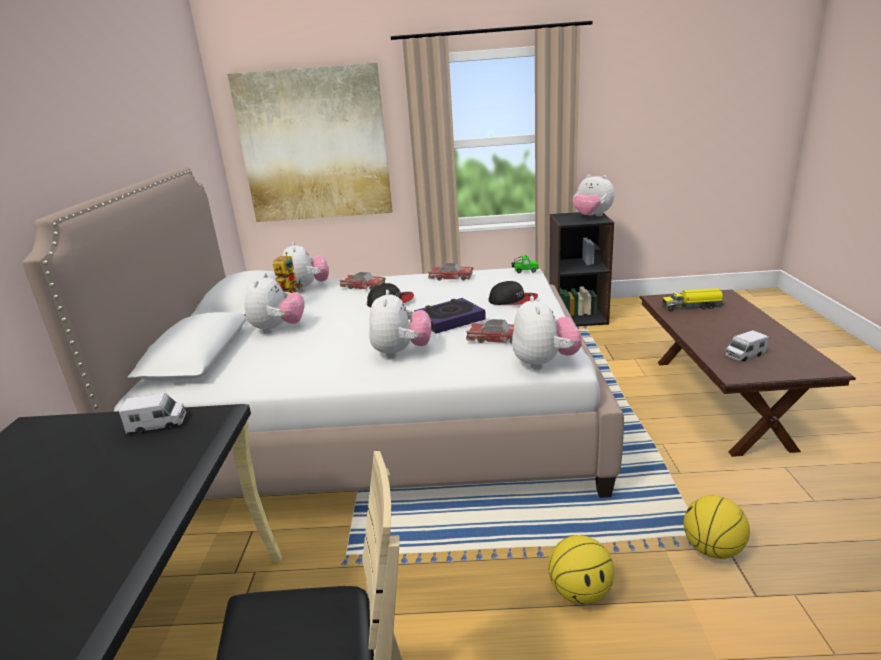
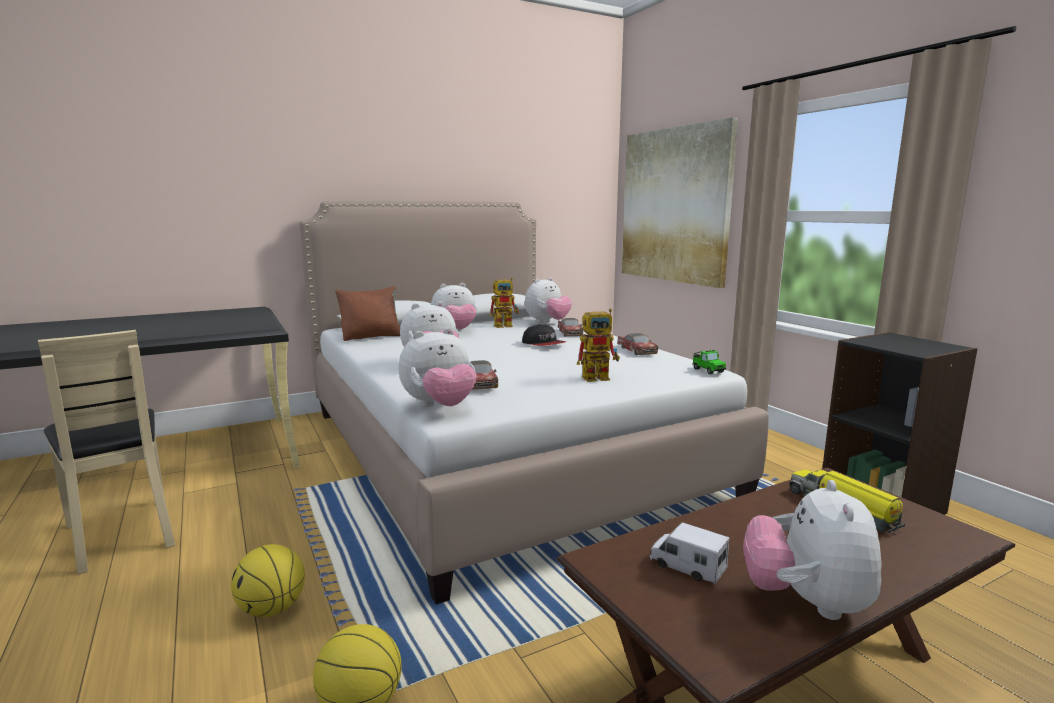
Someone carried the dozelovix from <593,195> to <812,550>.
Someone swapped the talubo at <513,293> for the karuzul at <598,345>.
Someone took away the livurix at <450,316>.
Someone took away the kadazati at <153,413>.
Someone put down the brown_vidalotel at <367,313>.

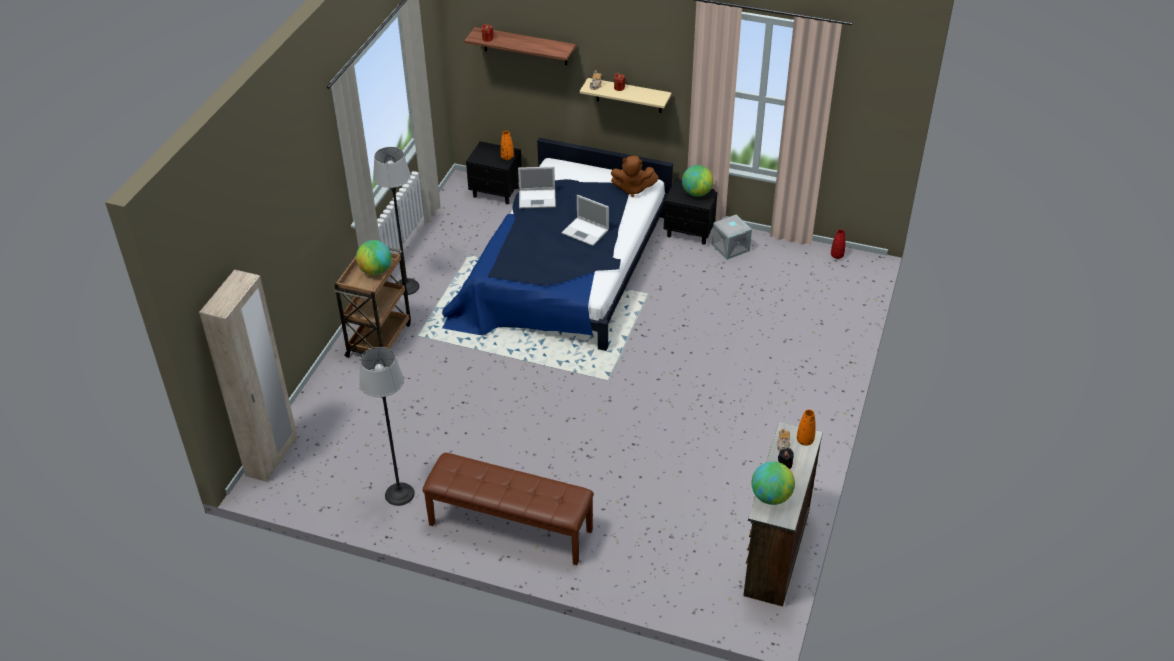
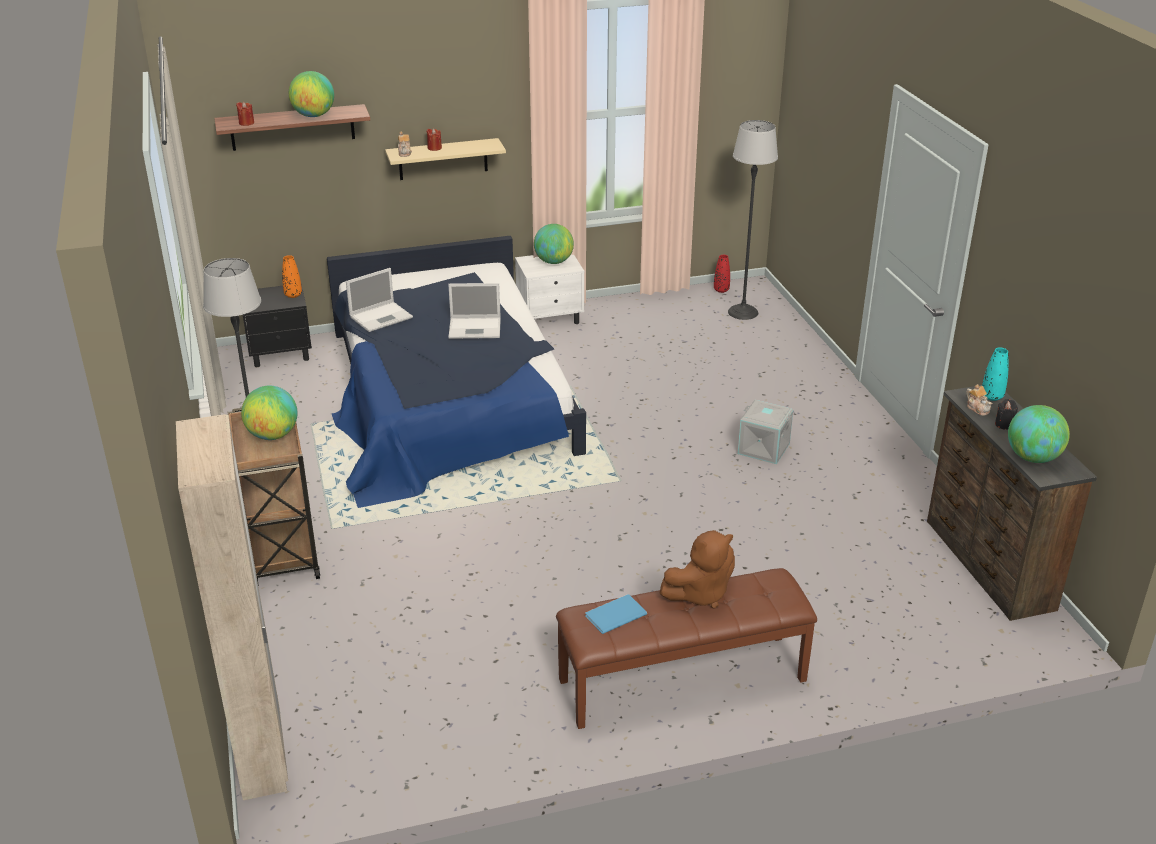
Someone carried the brown_dozelovix from <635,176> to <697,569>.
Someone repainted the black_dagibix at <690,212>, which became the white_dagibix at <549,289>.
Someone carried the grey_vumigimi from <732,237> to <765,432>.
Someone carried the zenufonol from <387,426> to <753,220>.
Someone repainted the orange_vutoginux at <806,428>, which became the turquoise_vutoginux at <995,374>.
Someone put down the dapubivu at <311,94>.
Someone put down the blue_livurix at <616,614>.

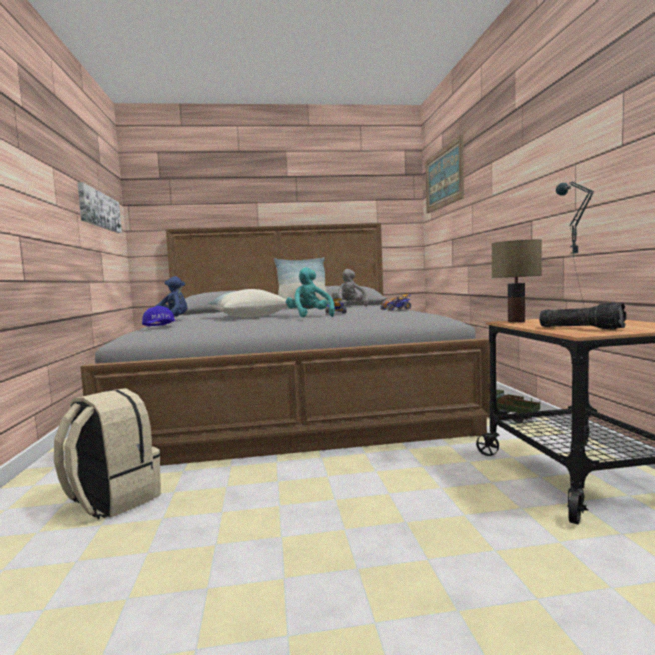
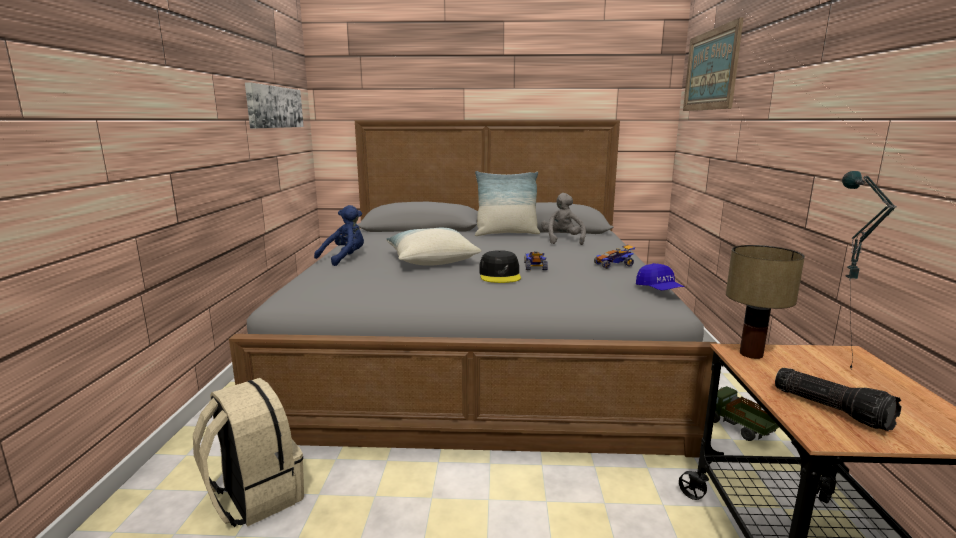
Someone swapped the turquoise_dozelovix at <310,292> for the black_talubo at <500,266>.
Someone carried the blue_talubo from <158,316> to <660,276>.

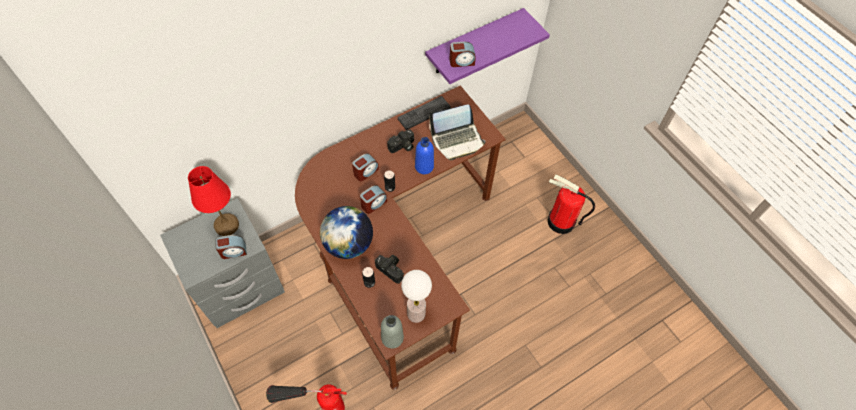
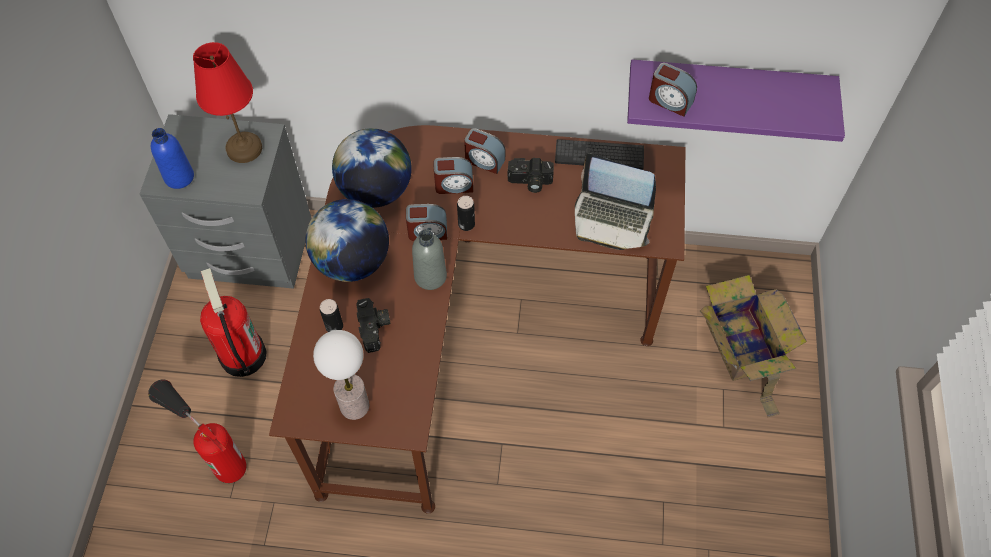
Someone carried the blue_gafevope from <424,155> to <172,158>.
Someone carried the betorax from <571,204> to <233,322>.
Someone carried the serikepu from <231,247> to <484,151>.
Someone carried the grey_gafevope from <392,332> to <429,259>.
Someone put down the dapubivu at <372,168>.
Someone put down the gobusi at <753,346>.

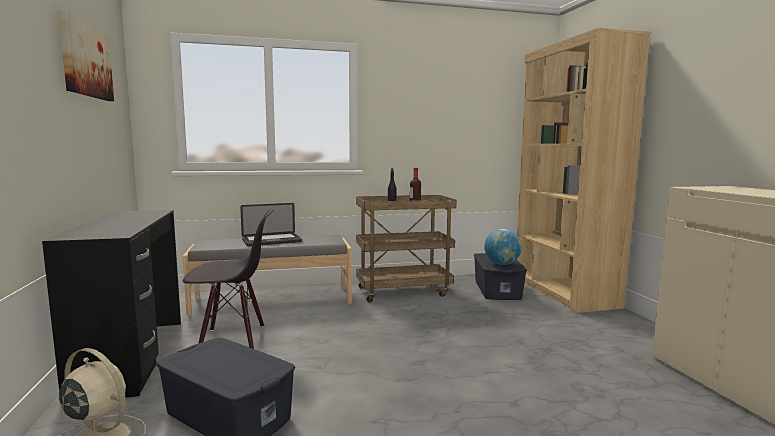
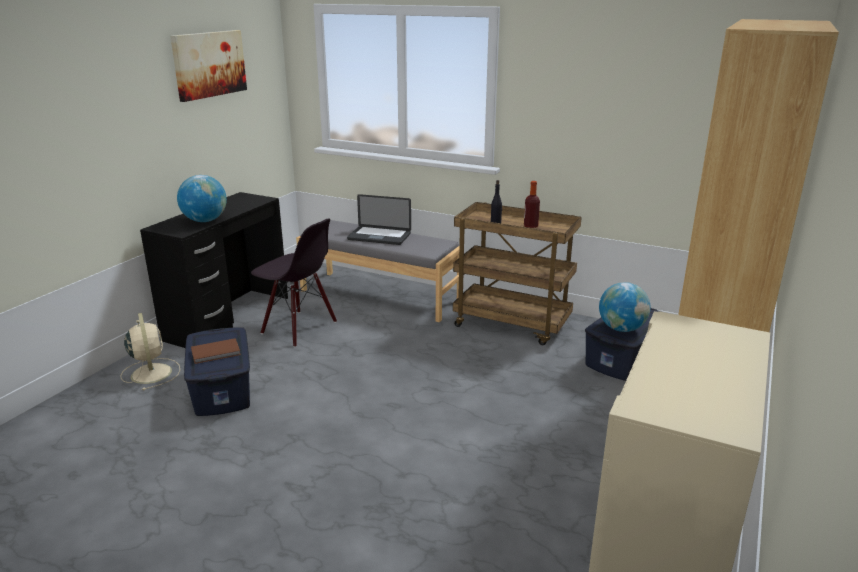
Someone put down the dapubivu at <202,198>.
Someone put down the brown_livurix at <216,351>.

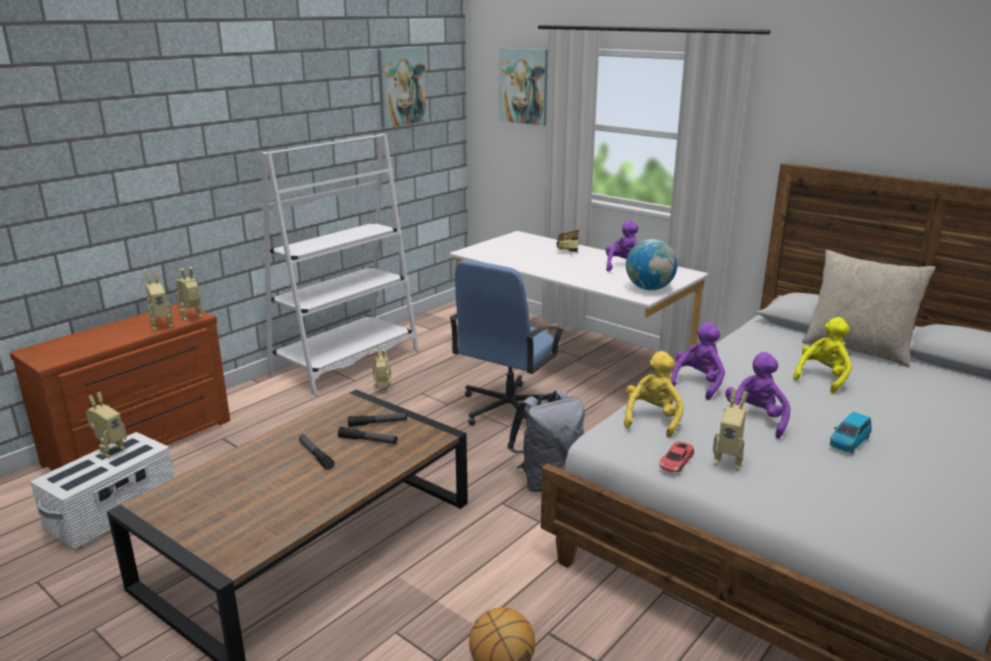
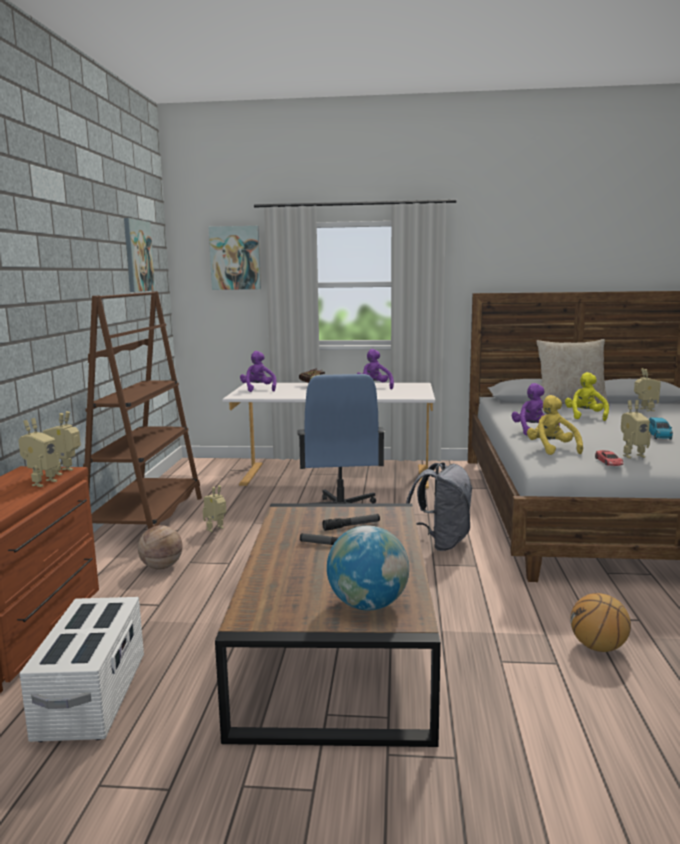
Someone repainted the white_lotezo at <340,264>, which became the brown_lotezo at <142,410>.
Someone carried the dapubivu from <652,264> to <368,568>.
Someone carried the purple_dozelovix from <757,395> to <258,371>.
Someone carried the karuzul from <106,425> to <647,389>.
Someone took away the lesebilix at <377,420>.
Someone put down the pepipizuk at <160,547>.

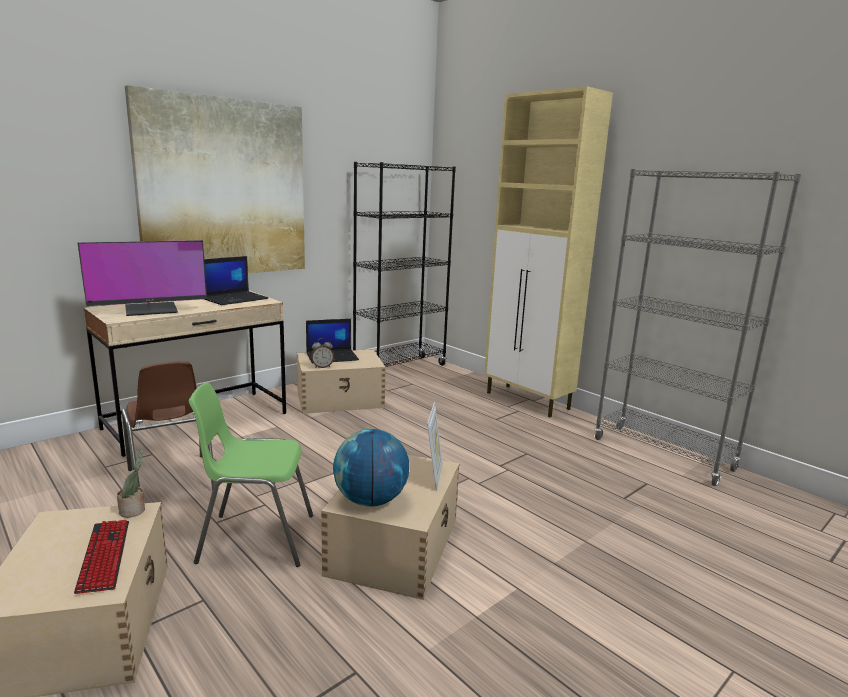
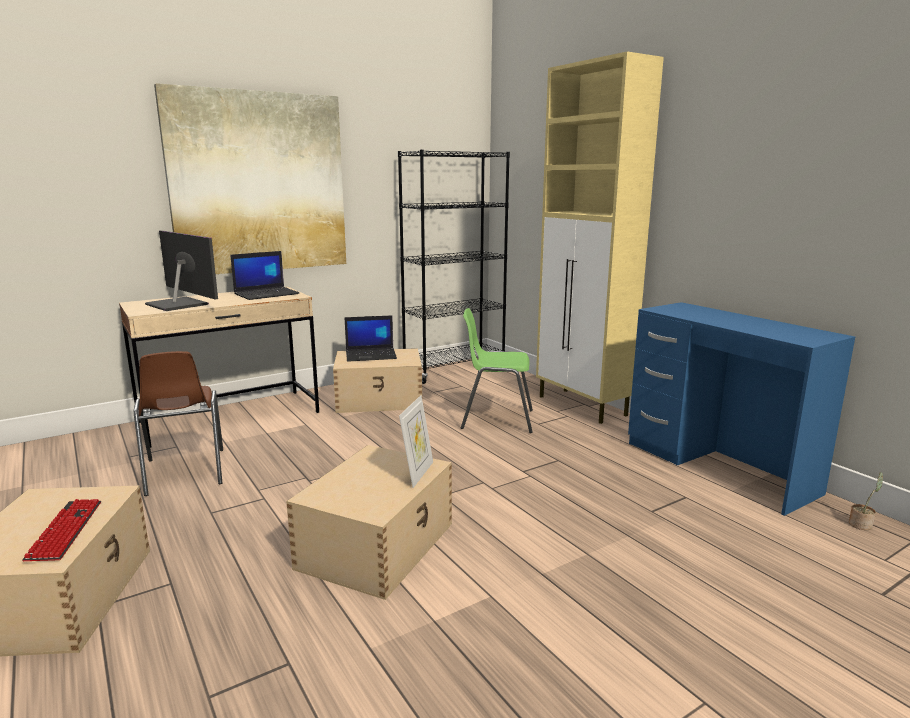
Someone swapped the grey_lotezo at <697,327> for the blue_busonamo at <741,409>.
Someone rotated the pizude at <142,278> by 120 degrees counterclockwise.
Someone took away the serikepu at <322,353>.
Someone carried the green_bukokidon from <251,474> to <497,370>.
Someone took away the dapubivu at <371,468>.
Someone carried the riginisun from <131,483> to <866,501>.

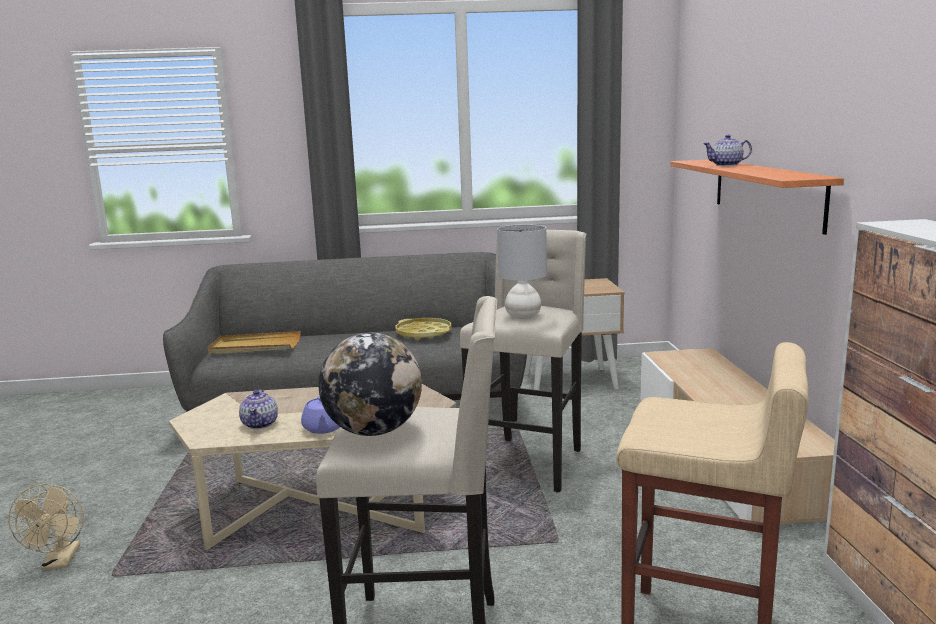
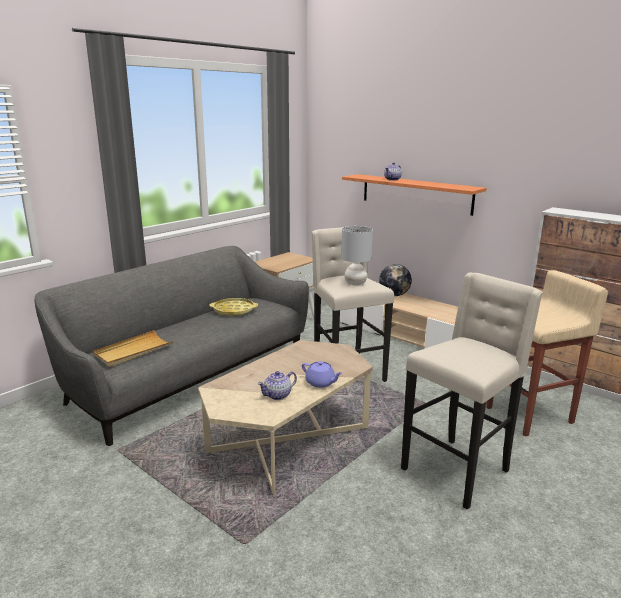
Someone carried the dapubivu from <370,384> to <395,280>.
Someone rotated the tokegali at <258,409> by 105 degrees clockwise.
Someone took away the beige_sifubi at <46,527>.

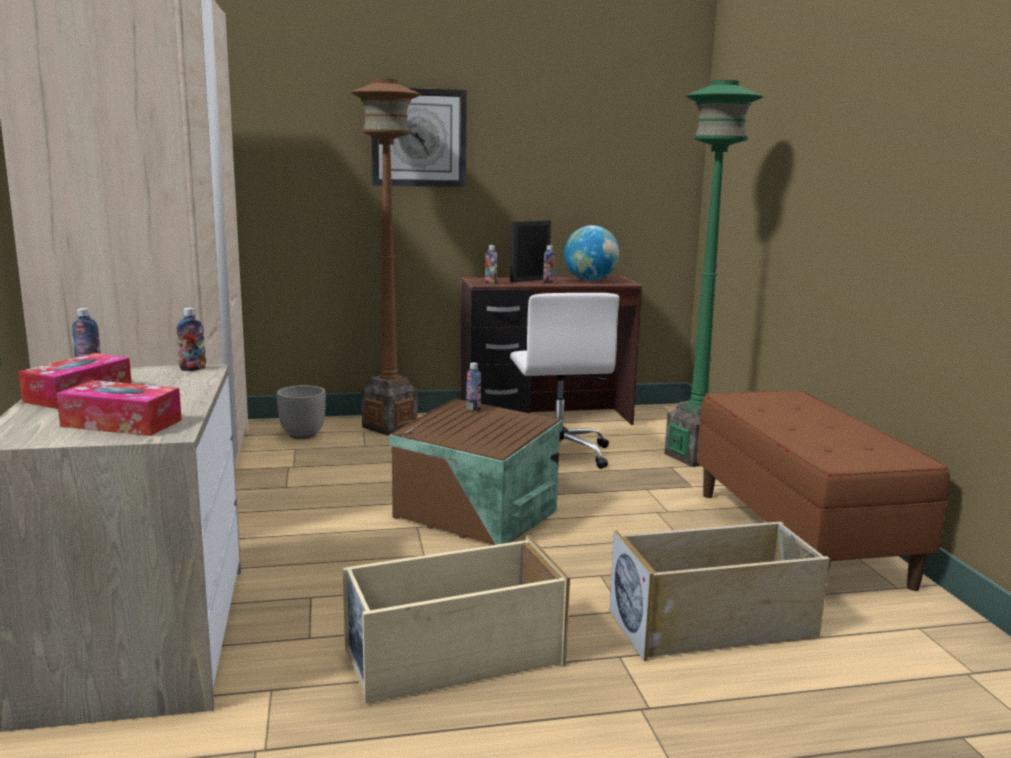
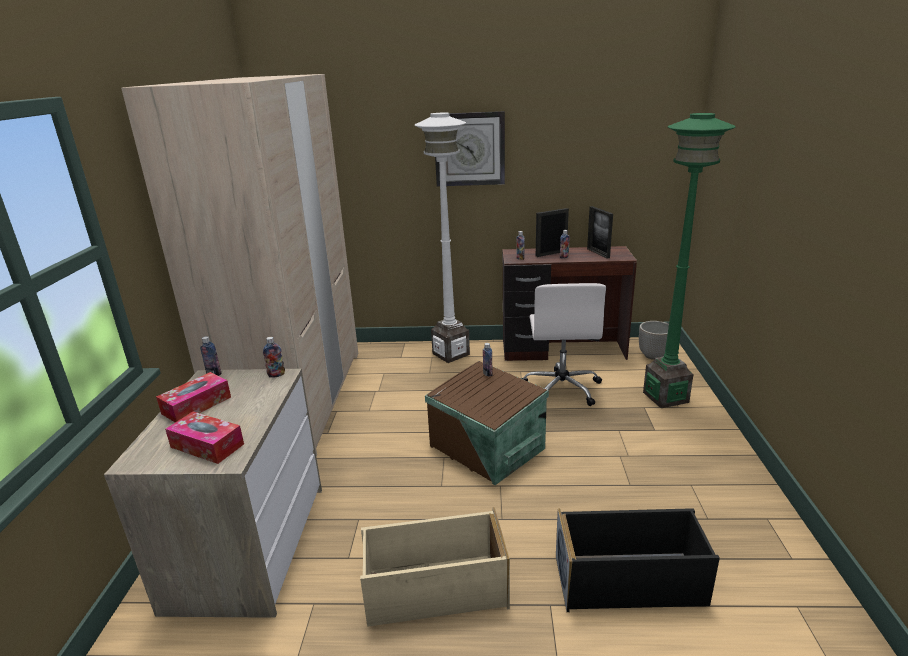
Someone repainted the brown_zenufonol at <385,257>, which became the white_zenufonol at <442,238>.
Someone swapped the dapubivu at <591,253> for the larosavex at <600,232>.
Someone carried the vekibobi from <301,412> to <654,340>.
Someone took away the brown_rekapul at <823,490>.
Someone repainted the beige_vumigimi at <719,591>, which became the black_vumigimi at <638,560>.

